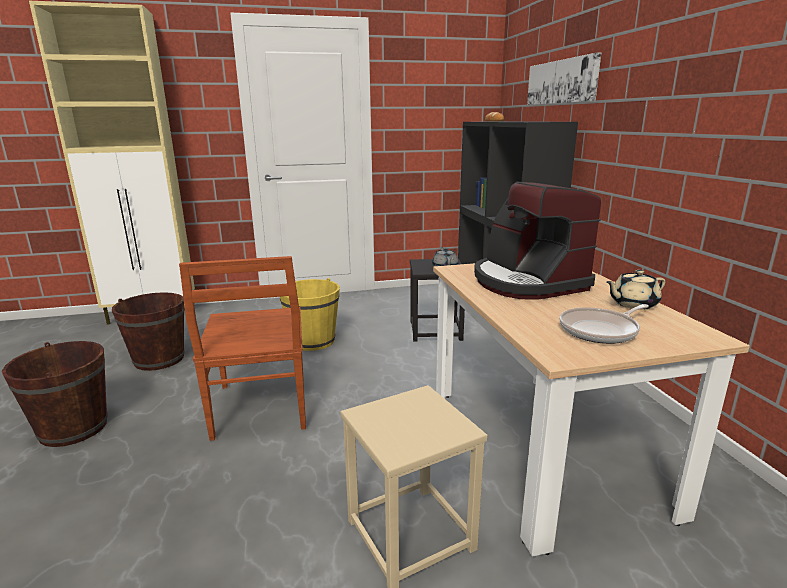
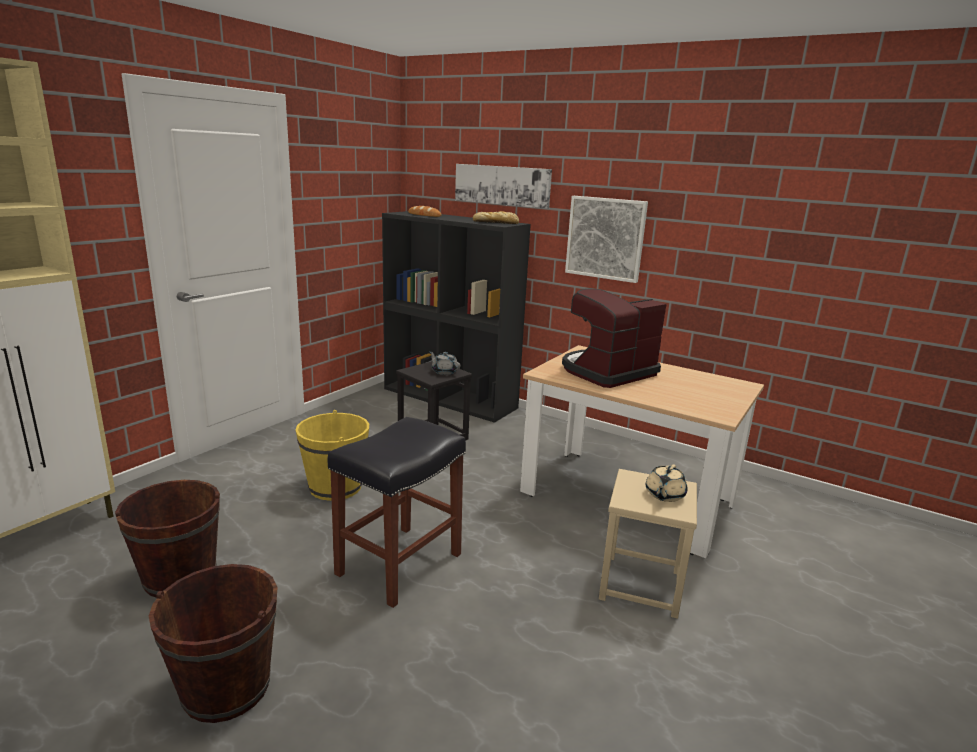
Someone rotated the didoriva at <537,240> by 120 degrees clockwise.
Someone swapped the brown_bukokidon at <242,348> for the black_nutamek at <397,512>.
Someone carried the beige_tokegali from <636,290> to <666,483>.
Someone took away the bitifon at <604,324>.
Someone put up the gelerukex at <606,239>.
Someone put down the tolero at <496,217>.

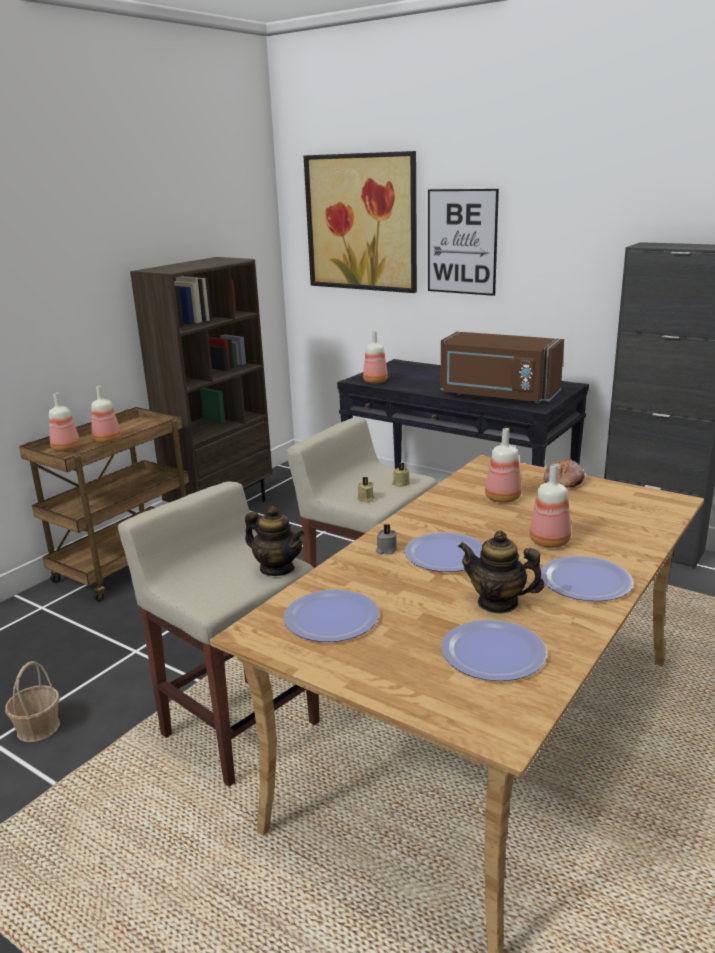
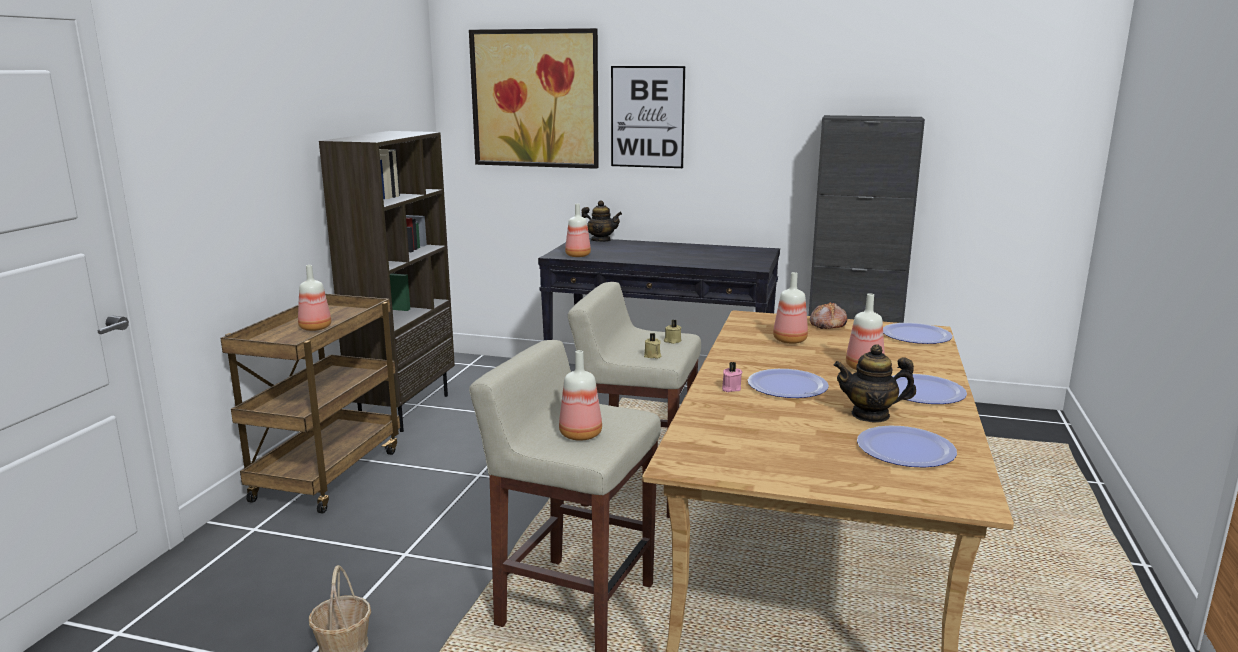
Someone took away the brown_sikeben at <502,367>.
Someone carried the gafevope from <64,422> to <580,395>.
Someone carried the tokegali from <275,541> to <602,221>.
Someone repainted the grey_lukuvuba at <386,539>, which became the pink_lukuvuba at <732,377>.
Someone carried the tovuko from <331,615> to <918,333>.

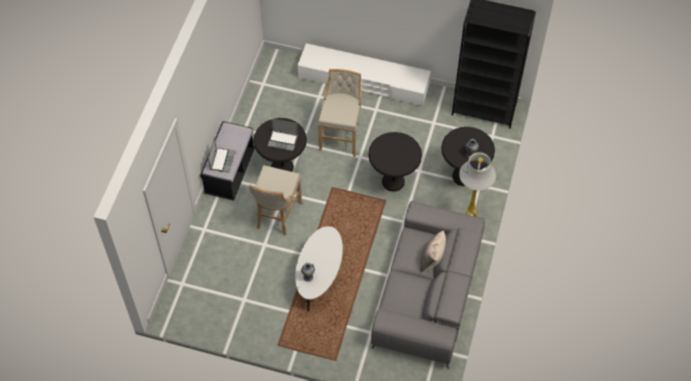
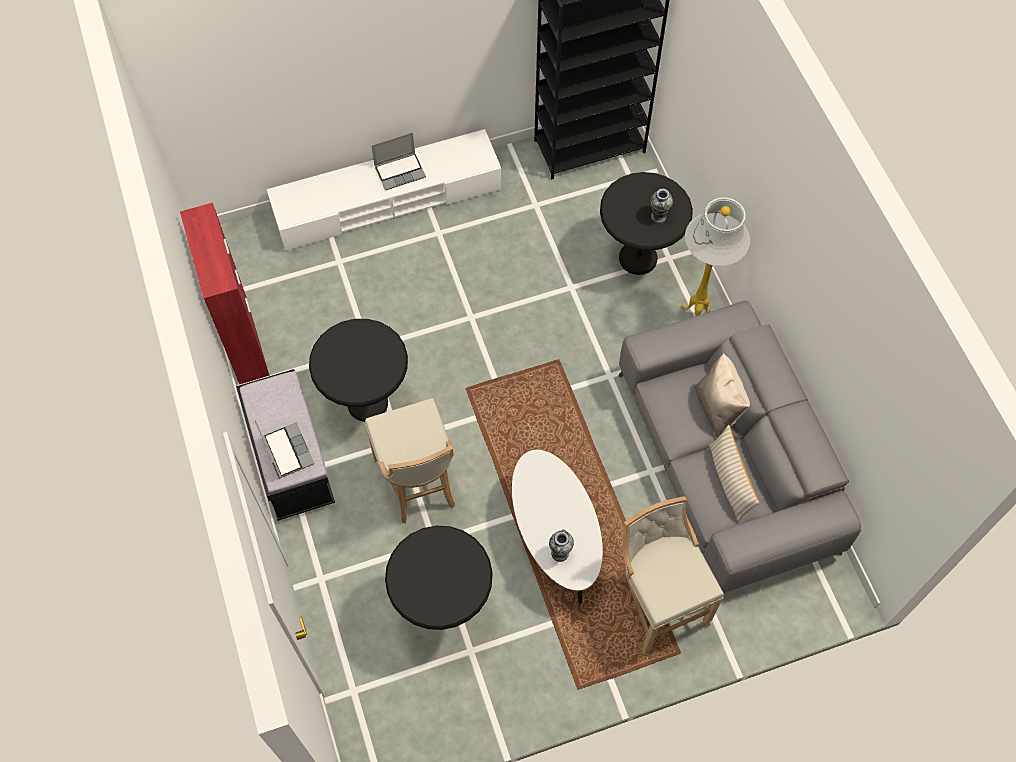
Someone carried the beige_nutamek from <340,113> to <670,575>.
Someone carried the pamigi from <283,135> to <398,161>.
Someone carried the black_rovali from <395,162> to <439,578>.
Someone put down the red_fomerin at <225,293>.
Someone put down the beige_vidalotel at <734,473>.

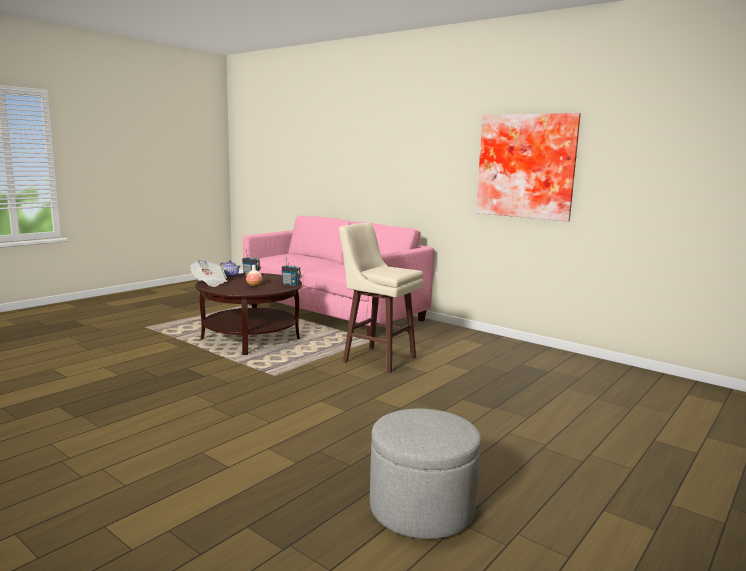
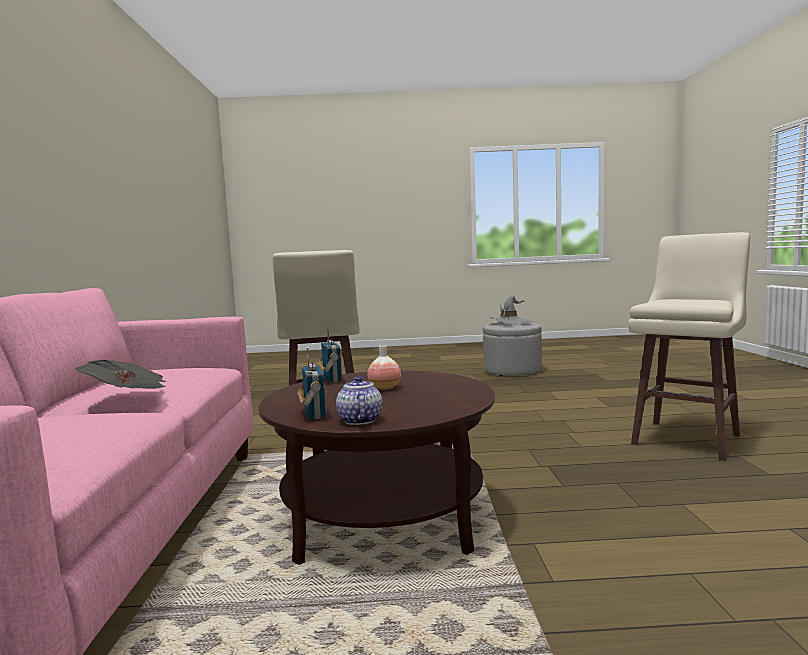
Someone took away the gelerukex at <528,167>.
Someone carried the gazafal from <208,273> to <120,374>.
Someone put down the beige_nutamek at <689,346>.
Someone put down the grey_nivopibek at <511,310>.

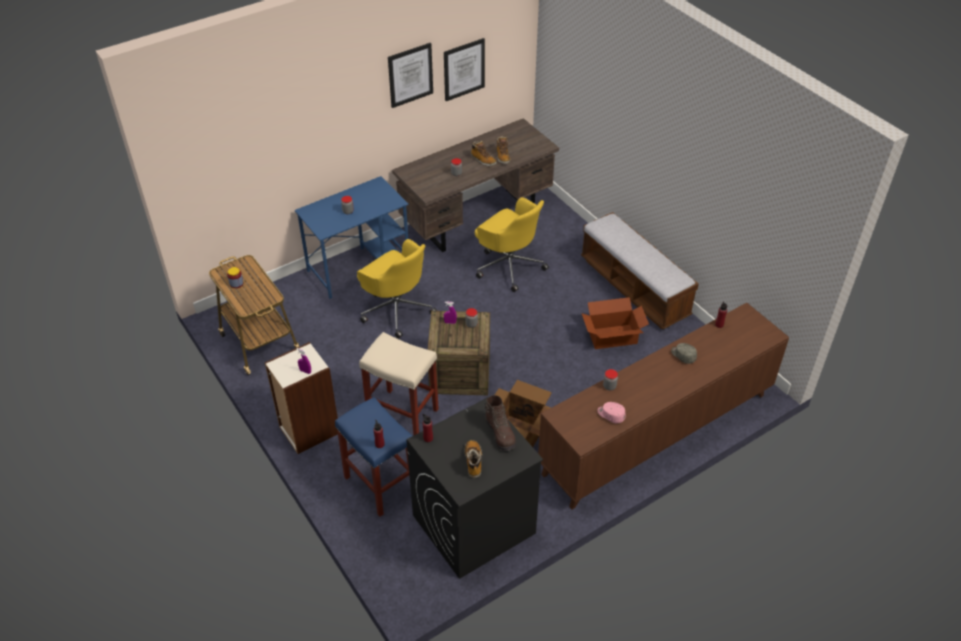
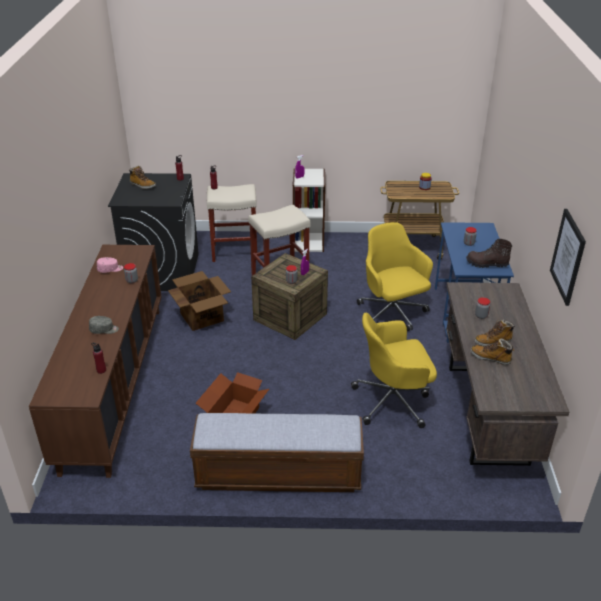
Someone took away the gelerukex at <410,75>.
Someone rotated the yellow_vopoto at <397,288> by 75 degrees clockwise.
Someone carried the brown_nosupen from <500,423> to <489,253>.
Someone repainted the blue_nutamek at <373,457>, which became the beige_nutamek at <232,223>.

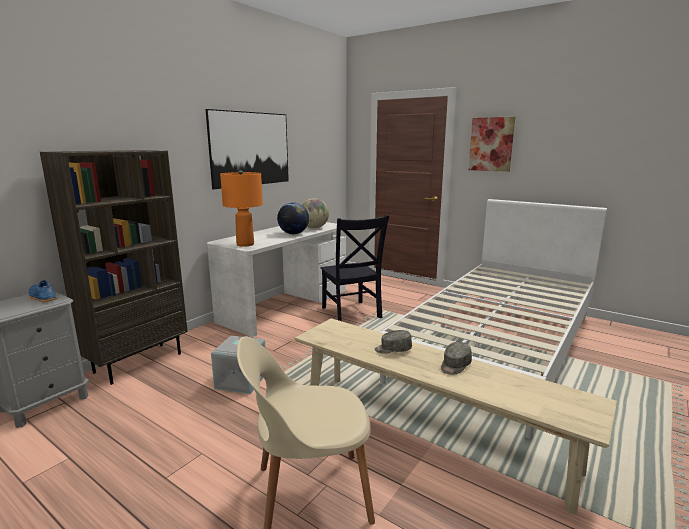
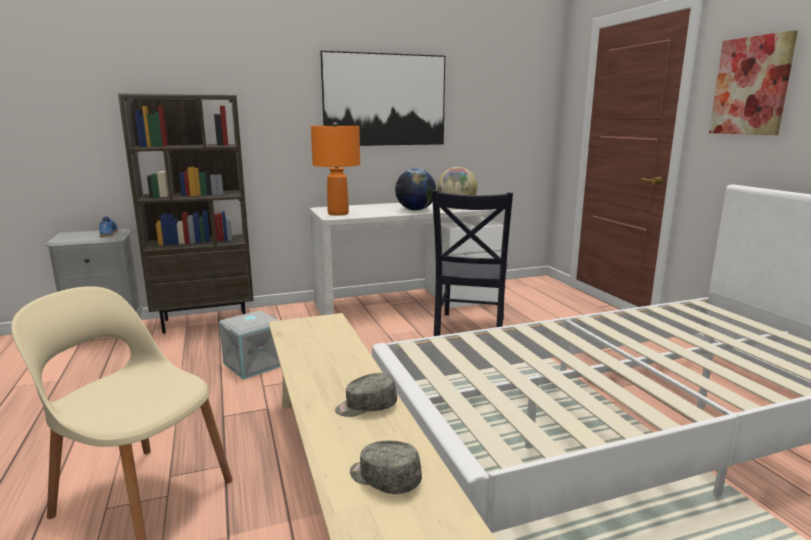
Someone carried the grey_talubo from <393,342> to <386,467>.

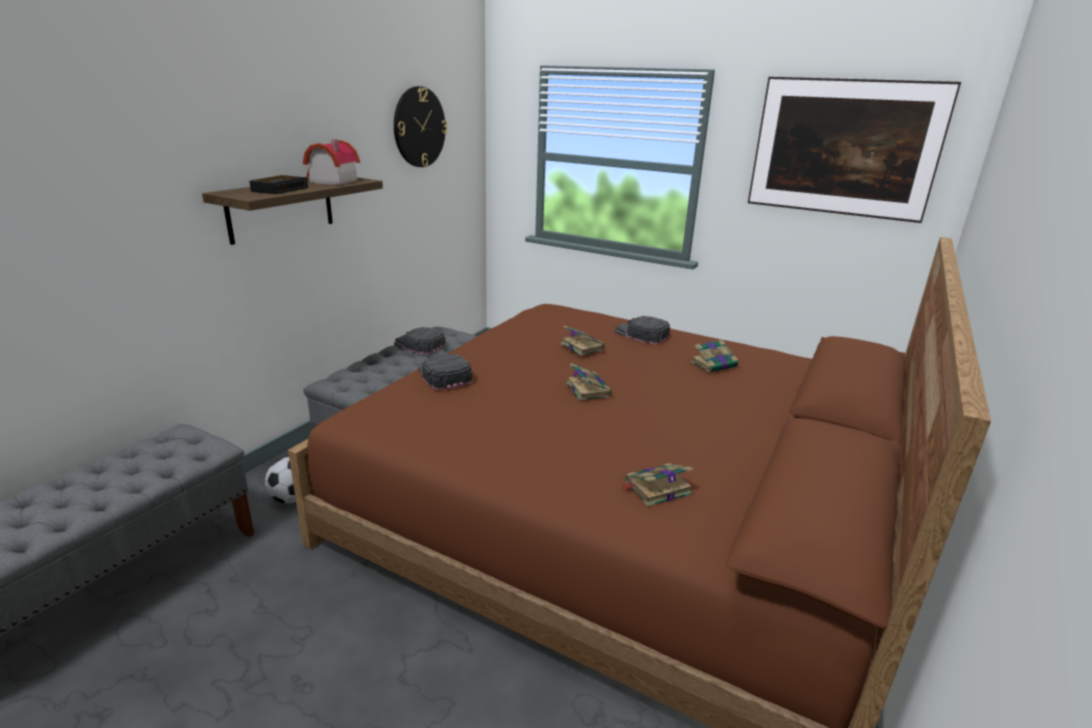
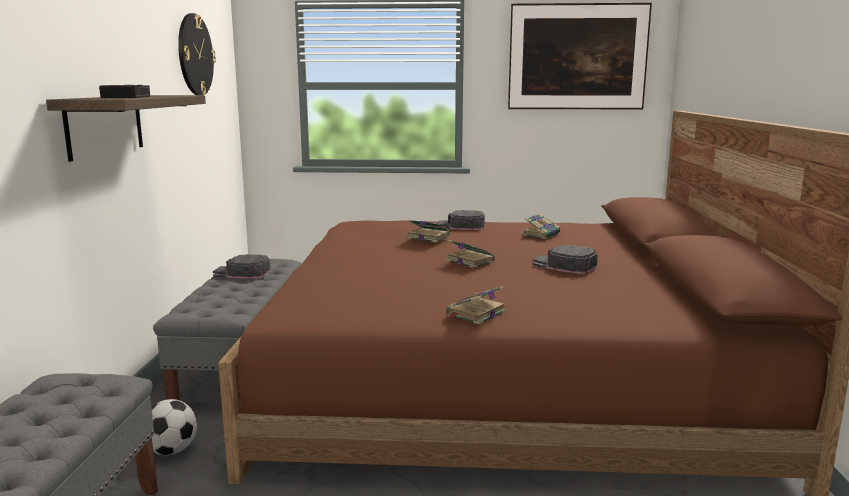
Someone took away the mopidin at <331,162>.
Someone carried the black_talubo from <445,372> to <565,259>.
Someone carried the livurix from <656,485> to <476,305>.

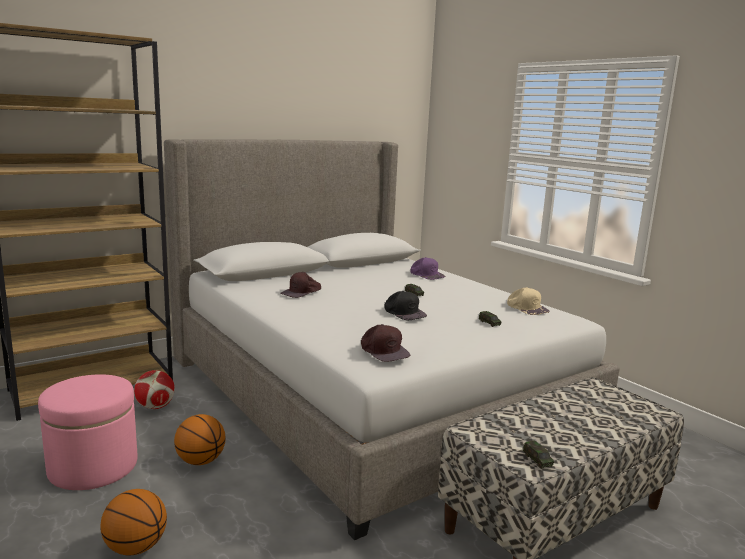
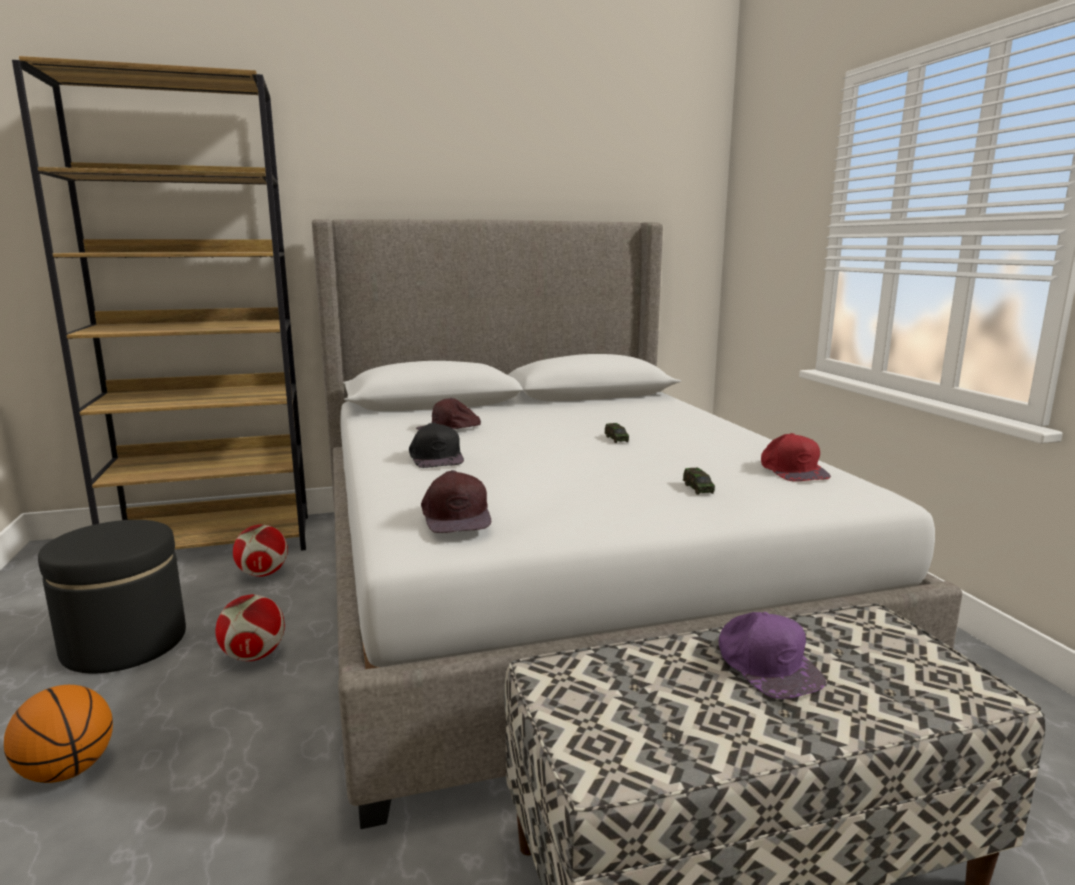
Someone carried the purple_talubo from <427,268> to <772,655>.
Someone repainted the beige_talubo at <528,301>, which became the red_talubo at <796,457>.
Someone carried the black_talubo from <405,305> to <436,445>.
Someone repainted the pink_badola at <88,432>, which became the black_badola at <112,597>.
Someone swapped the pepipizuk at <199,439> for the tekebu at <250,627>.
Someone took away the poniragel at <538,454>.

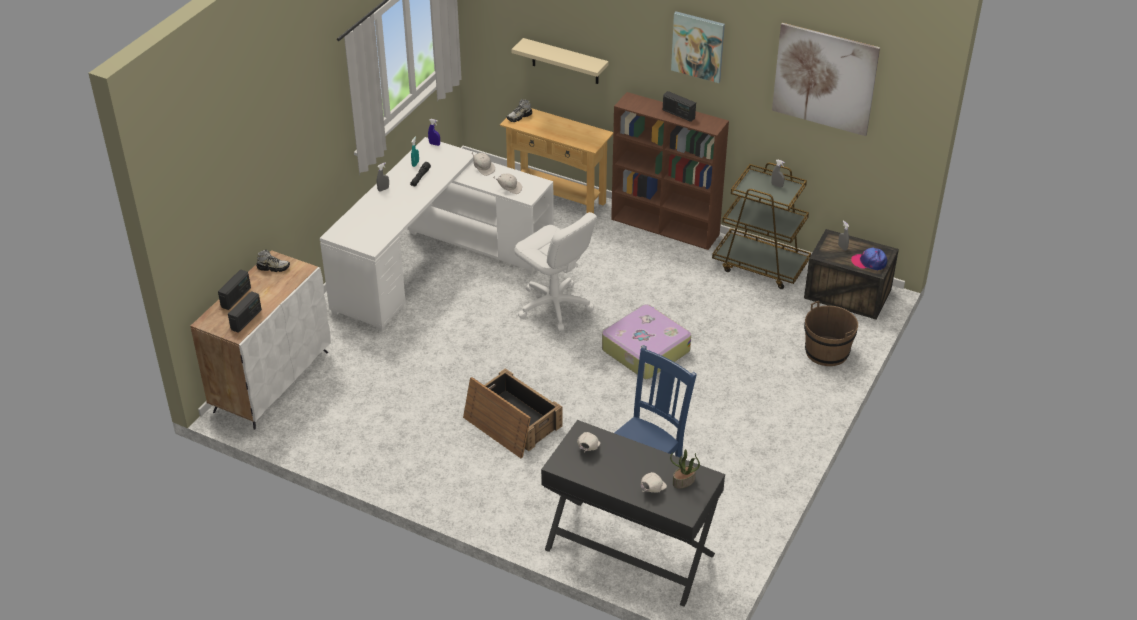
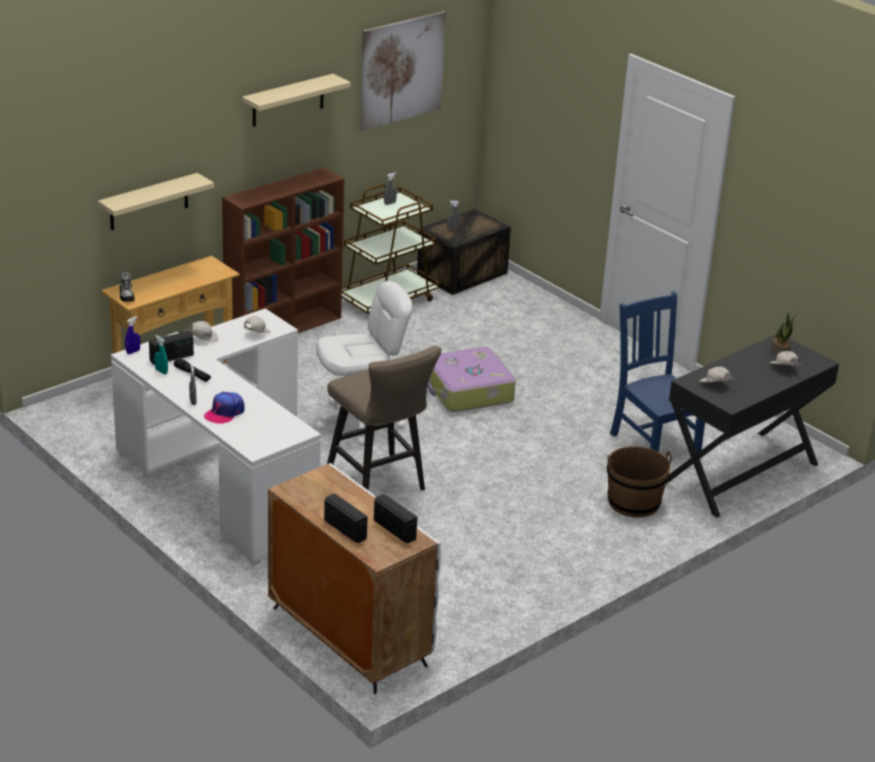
Someone swapped the gelerukex at <698,47> for the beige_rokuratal at <296,100>.
Someone carried the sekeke from <679,106> to <171,348>.
Someone carried the talubo from <869,258> to <224,408>.
Someone took away the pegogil at <273,260>.
Someone carried the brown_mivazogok from <831,333> to <639,482>.
Someone took away the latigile at <513,413>.
Someone put down the beige_nutamek at <384,418>.

